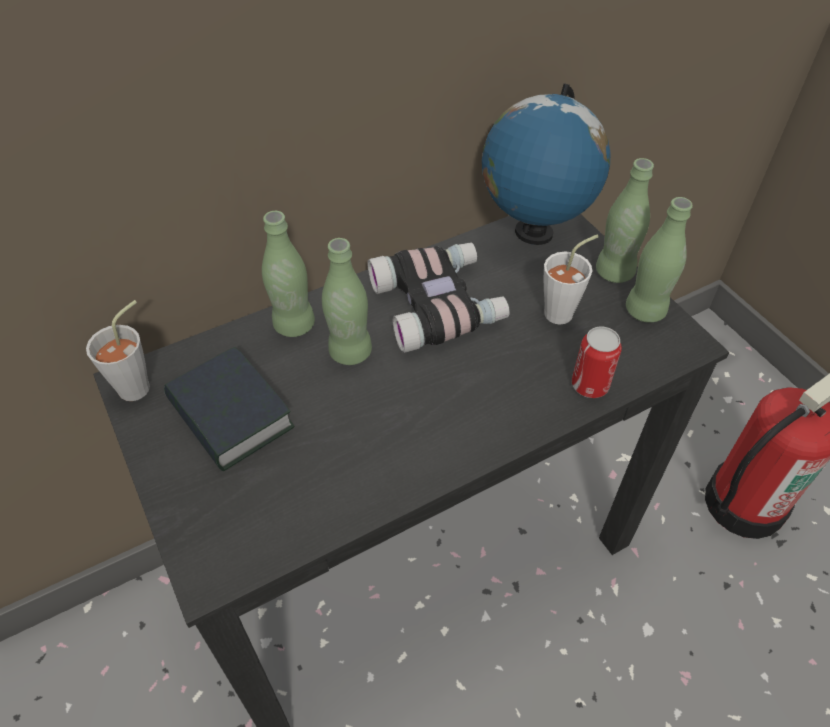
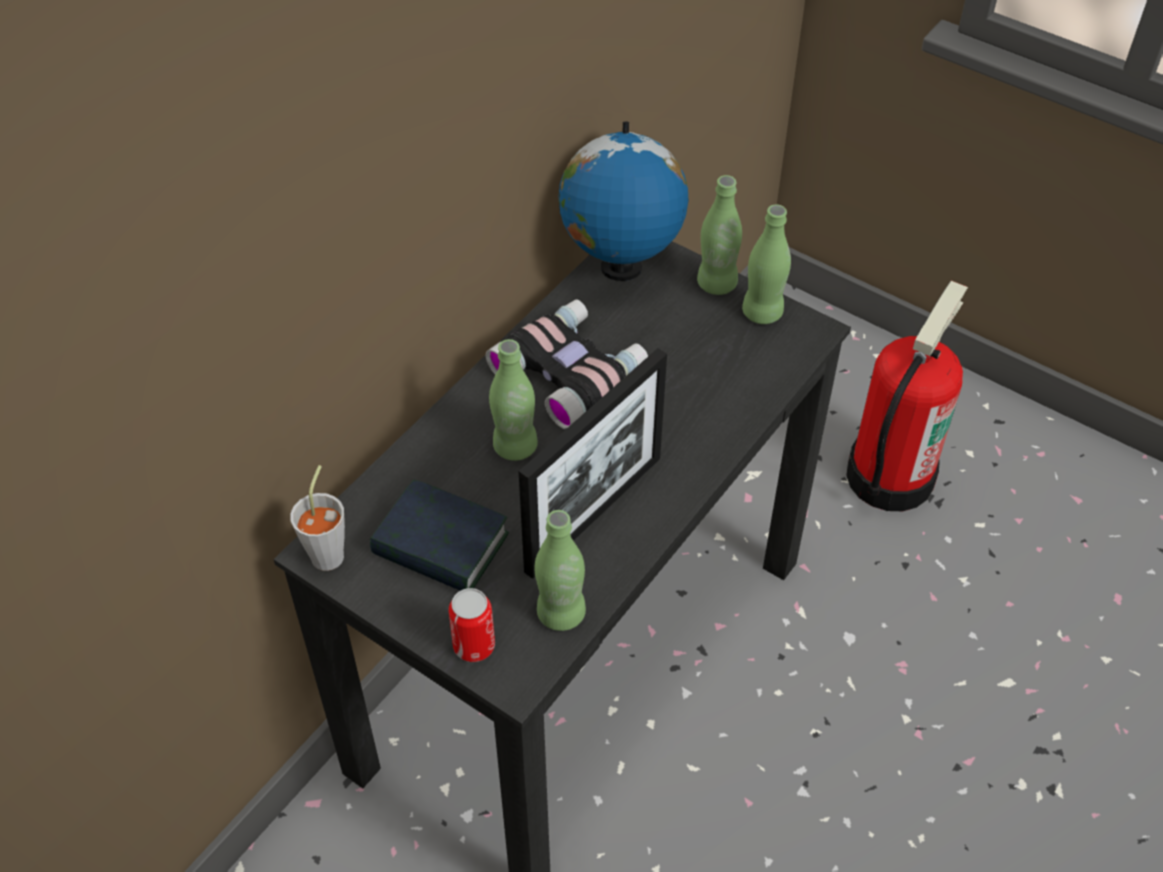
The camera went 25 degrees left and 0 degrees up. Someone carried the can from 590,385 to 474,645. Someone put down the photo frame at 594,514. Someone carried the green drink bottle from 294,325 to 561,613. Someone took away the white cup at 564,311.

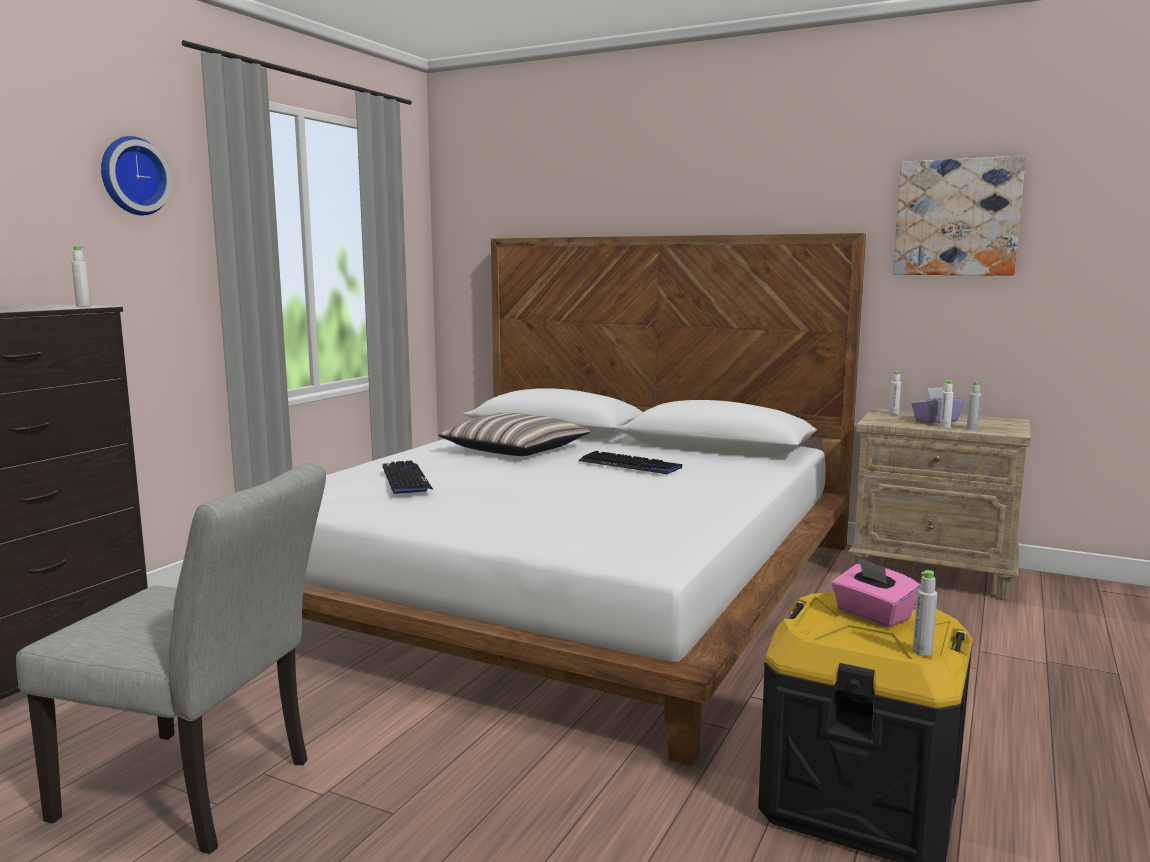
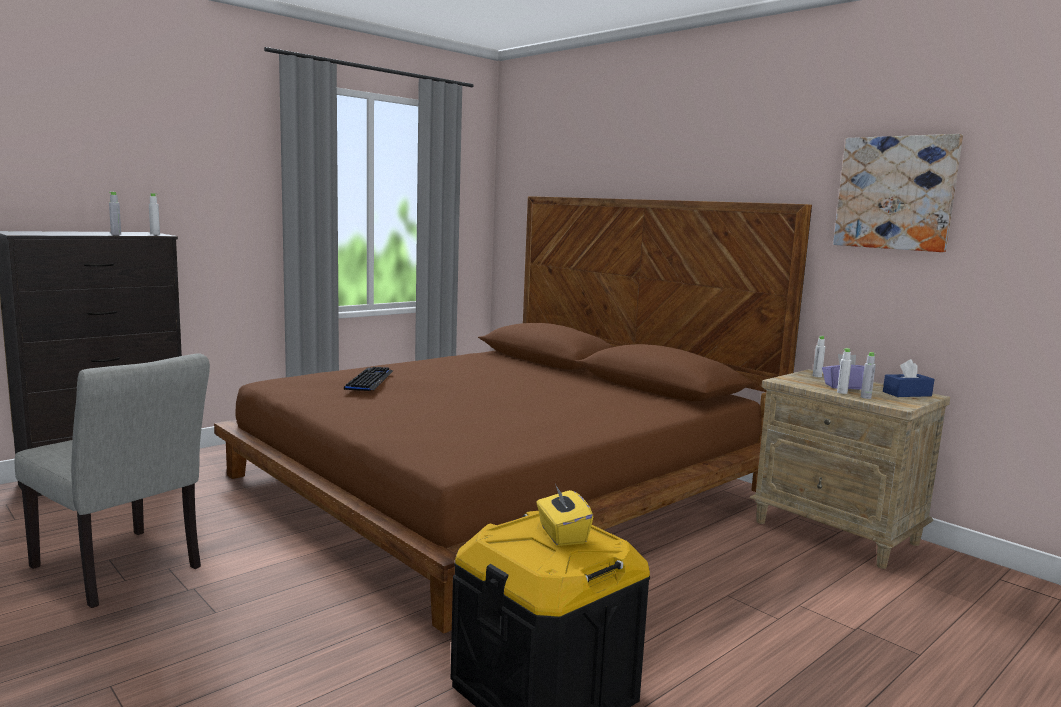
The camera went 20 degrees right and 0 degrees up. Someone carried the greyish drink bottle from 922,652 to 116,234. Someone repainted the white bed at 564,585, which became the brown-coloured bed at 499,484. Someone repainted the pinkish tissue holder at 872,615, which became the yellow-coloured tissue holder at 562,534. Someone put down the bluish tissue holder at 907,394. Someone took away the hanging clock at 132,176. Someone took away the throw pillow at 515,450. Someone took away the keyboard at 629,465.

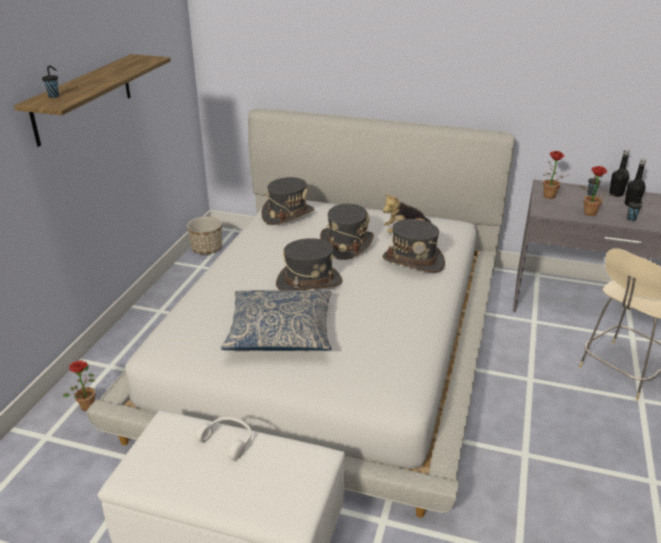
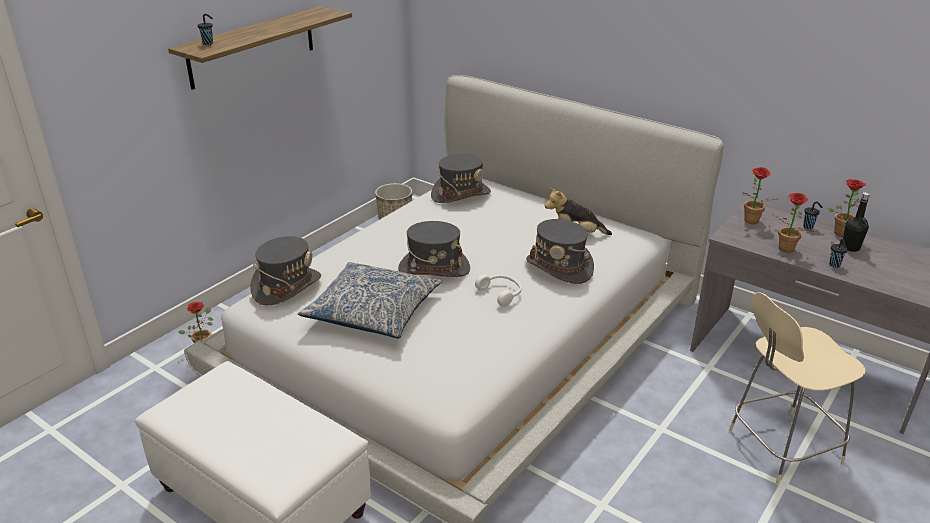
The camera went 20 degrees right and 0 degrees up. Someone carried the greyish clothing hat from 346,245 to 286,286. Someone carried the white pair of headphones from 228,440 to 501,293. Someone swapped the blackish drink bottle at 616,194 for the potted plant at 841,232.

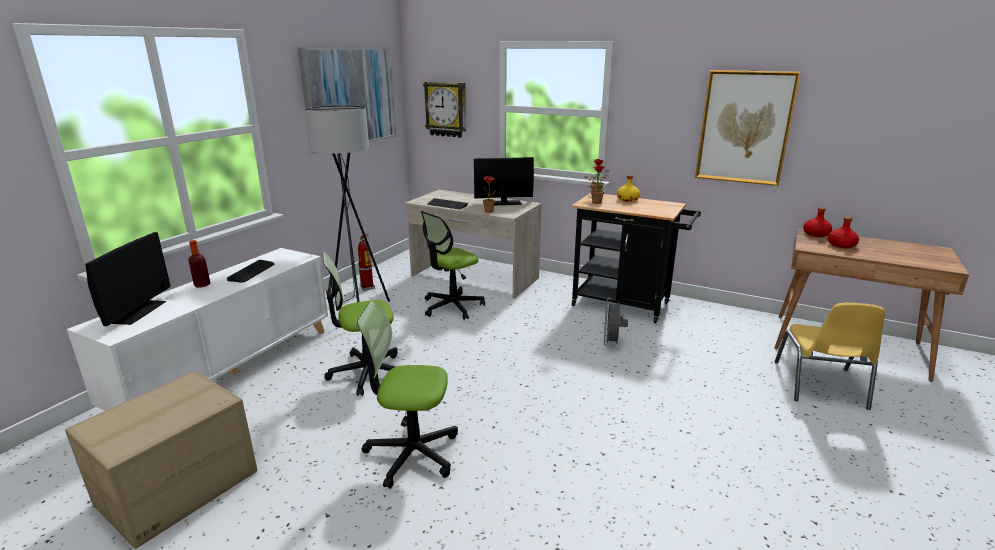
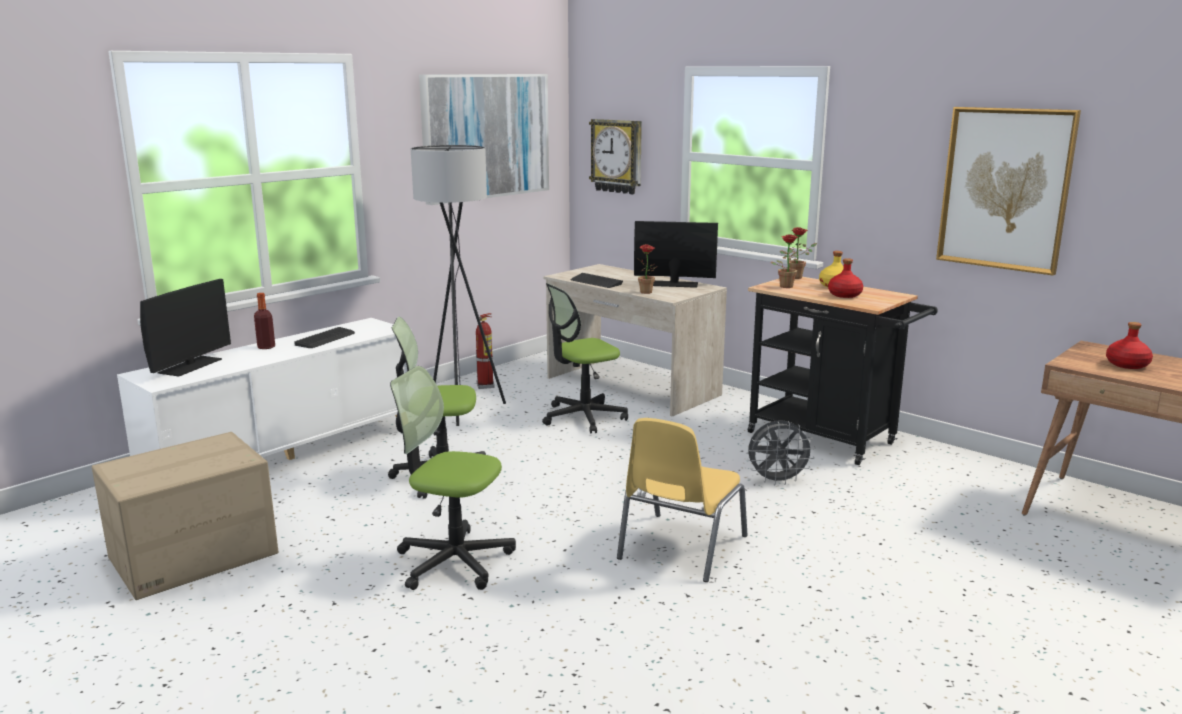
The camera went 15 degrees right and 5 degrees down. Someone carried the yellow-coloured upright chair from 820,385 to 680,548. Someone rotated the greyish electric fan at 611,343 by 120 degrees counterclockwise. Someone carried the red-coloured drink bottle from 816,234 to 845,295.

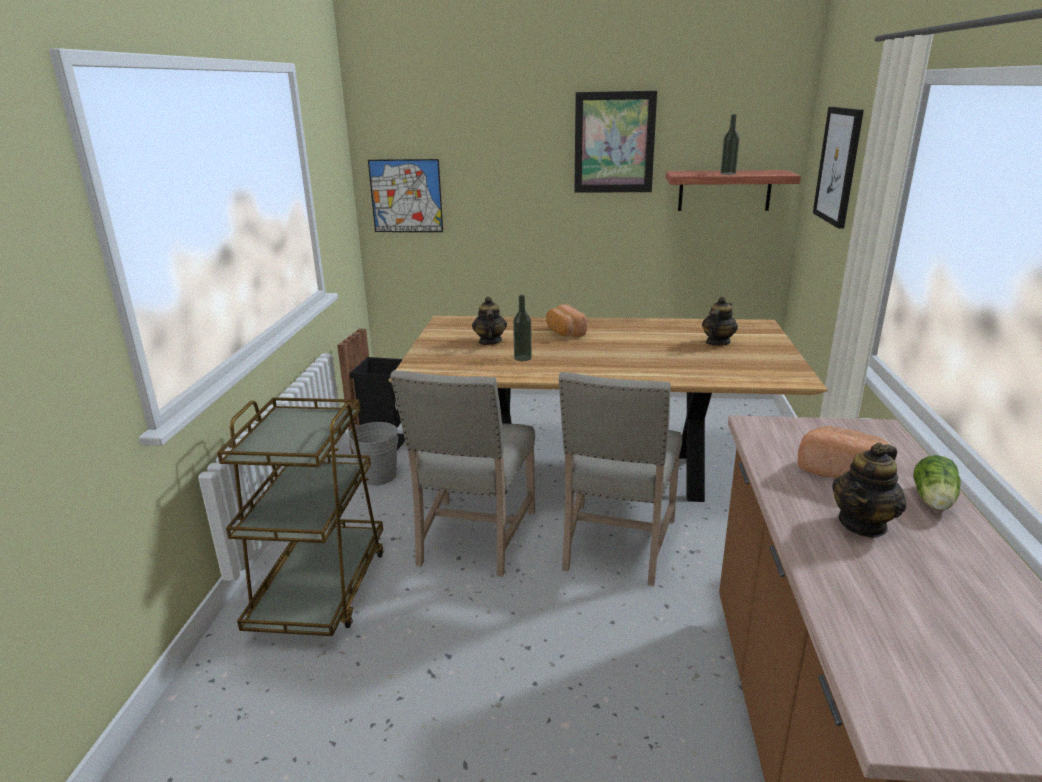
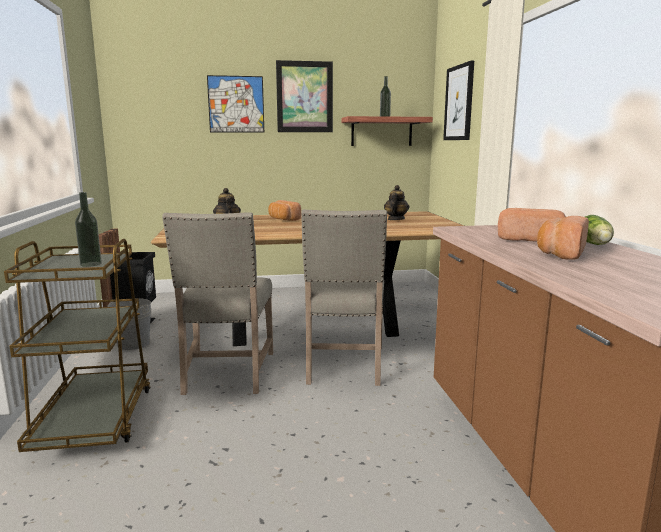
The camera went 15 degrees left and 10 degrees down. Someone carried the drink bottle from 522,358 to 91,264. Someone carried the picture from 406,196 to 236,104. Someone swapped the pot for tea at 863,524 for the baked bread at 560,253.

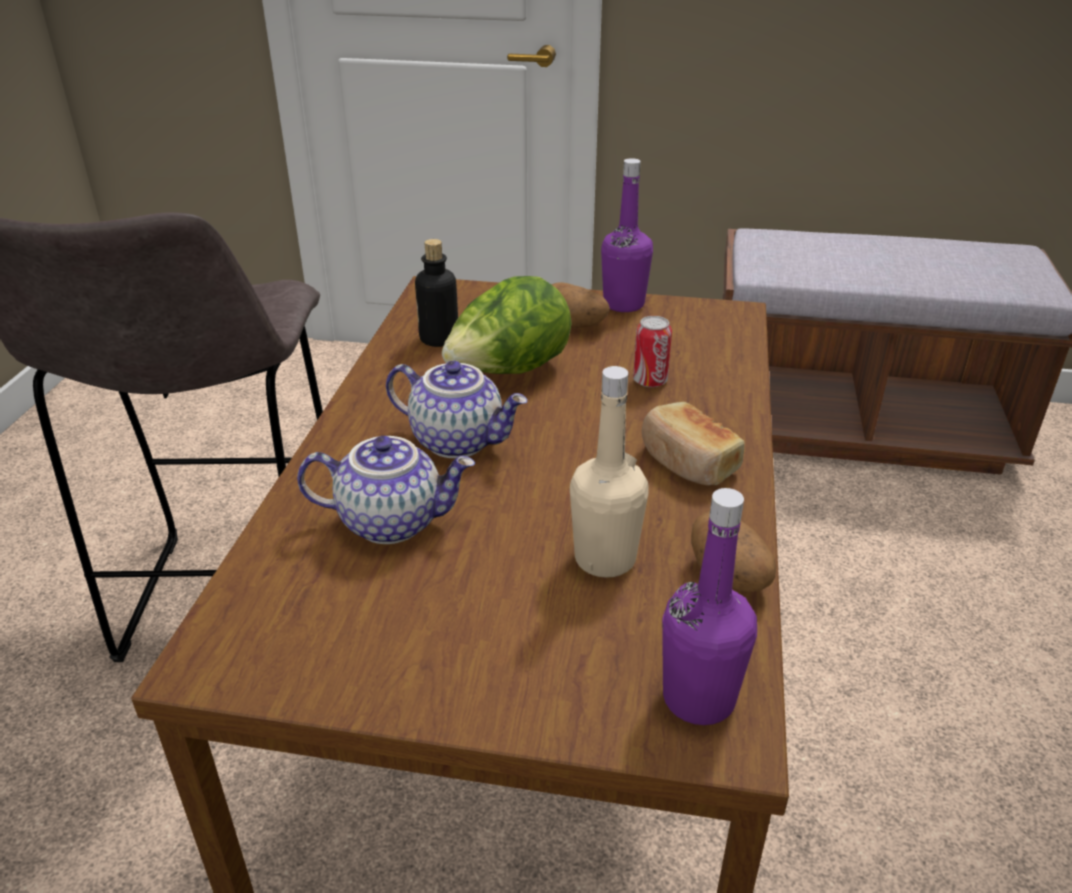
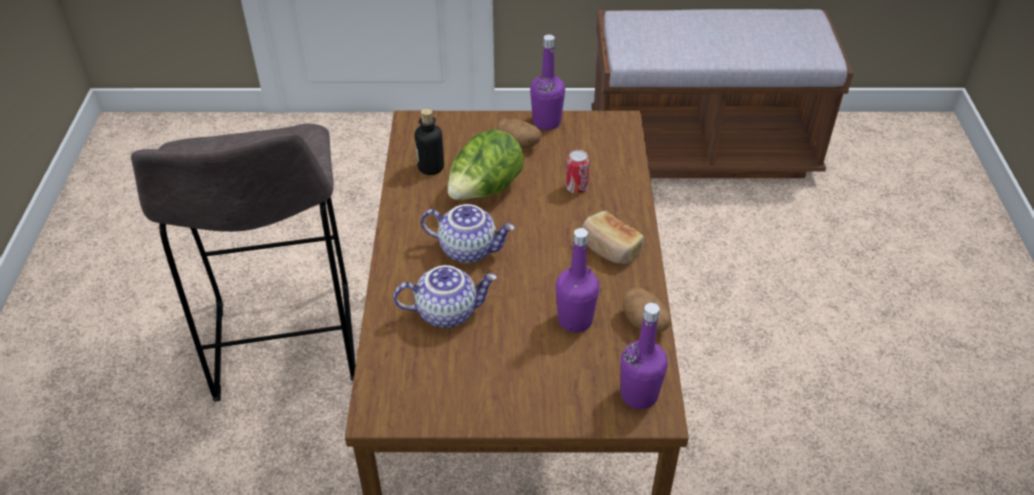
The camera went 10 degrees left and 10 degrees up. Someone repainted the sand-coloured drink bottle at 605,559, which became the purplish drink bottle at 575,320.

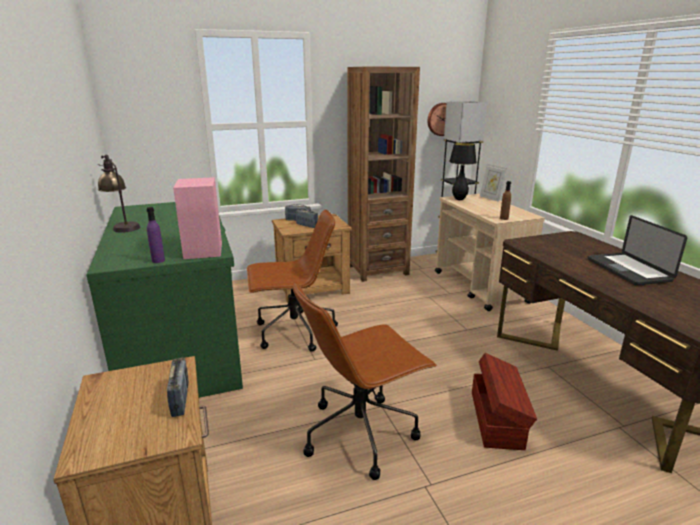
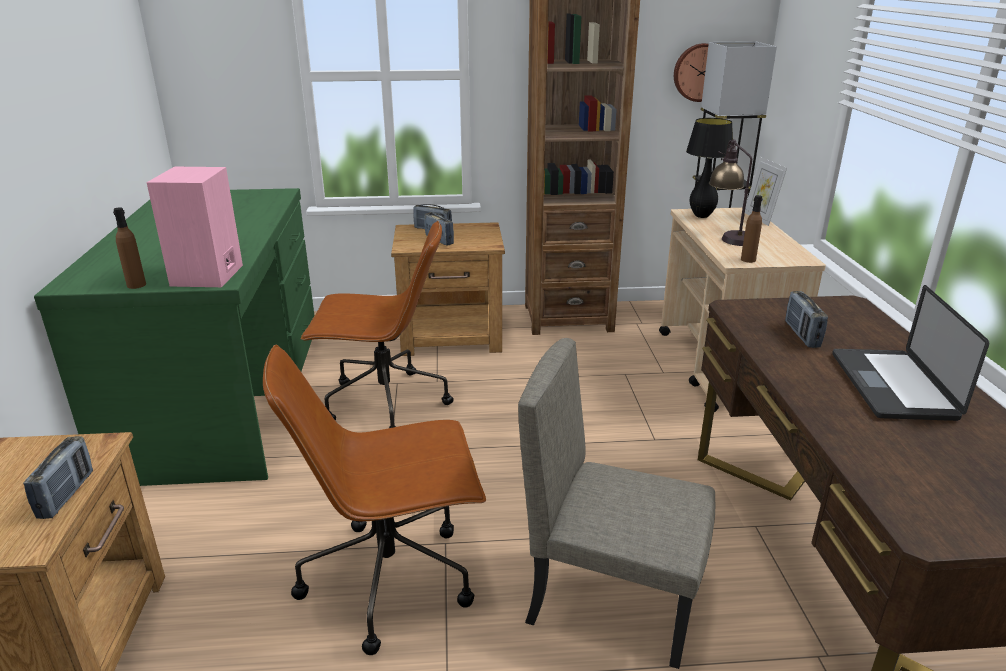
The camera went 15 degrees right and 5 degrees up. Someone repainted the purplish drink bottle at 158,260, which became the brown-coloured drink bottle at 136,285. Someone swapped the brown-coloured storage bin at 497,419 for the sand-coloured upright chair at 613,599. Someone carried the table lamp from 122,226 to 728,236. Someone put down the radio receiver at 802,335.

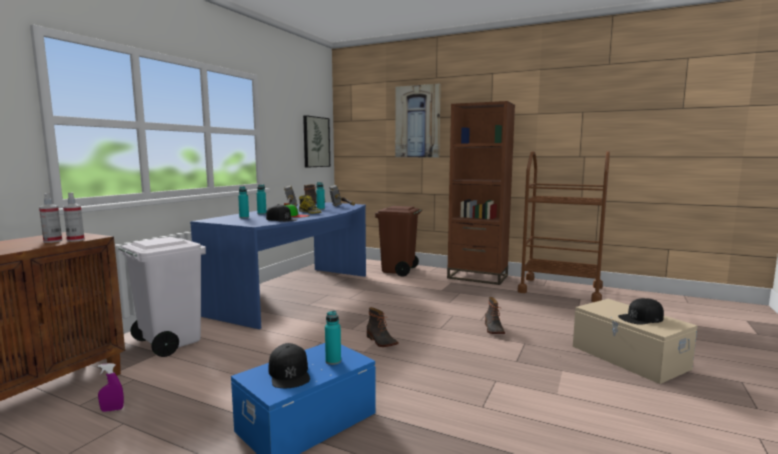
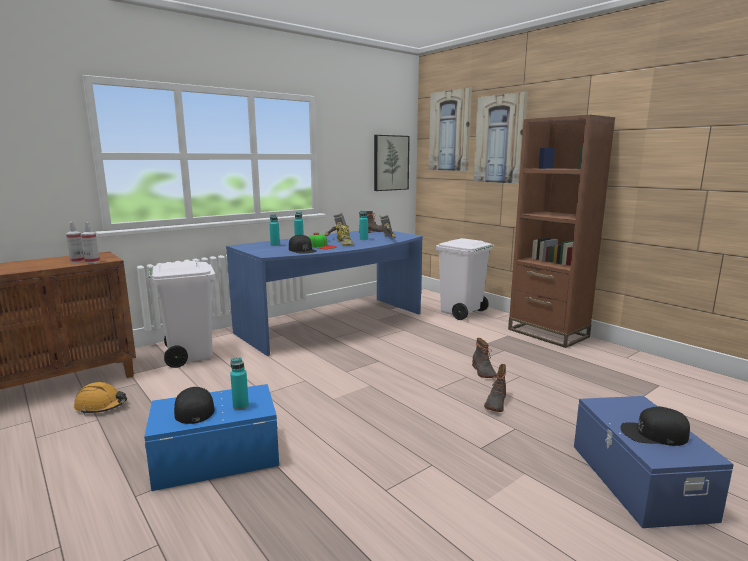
The camera went 25 degrees right and 5 degrees up. Someone swapped the purplish hand sprayer at 112,410 for the orange hard hat at 101,406. Someone rotated the blackish peaked cap at 289,373 by 150 degrees clockwise. Someone put up the picture at 450,131. Someone repainted the brown-coloured waste bin at 398,271, which became the white waste bin at 461,313. Someone carried the boot from 380,341 to 483,372. Someone repainted the sand-coloured storage bin at 628,357, which became the bluish storage bin at 637,481. Someone took away the brown-coloured trolley at 560,290.

